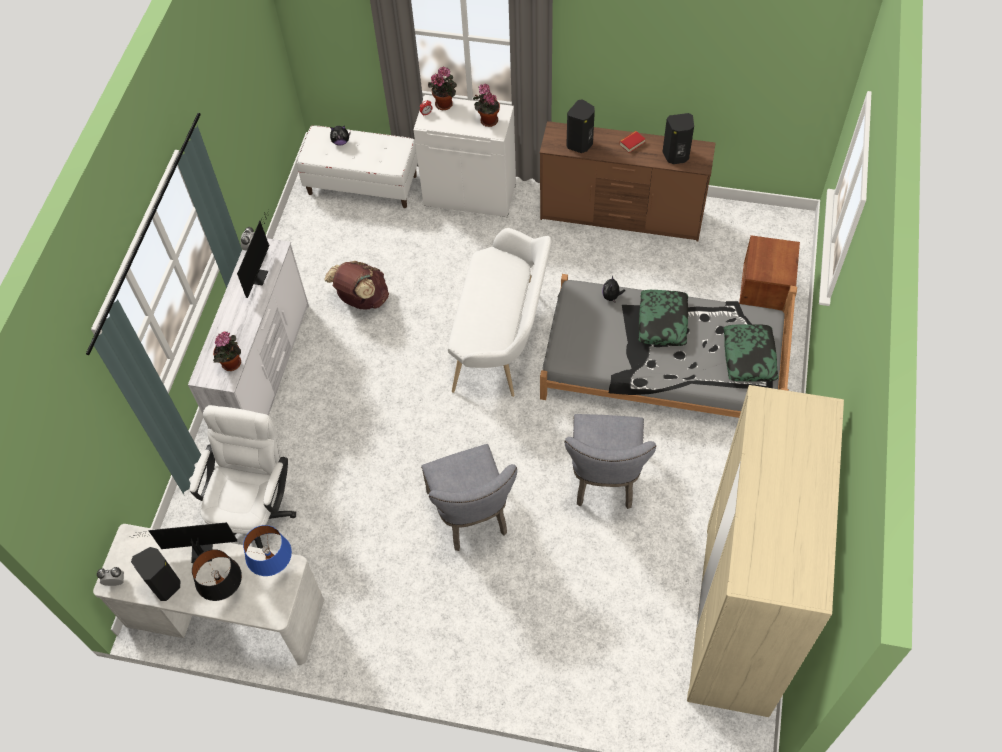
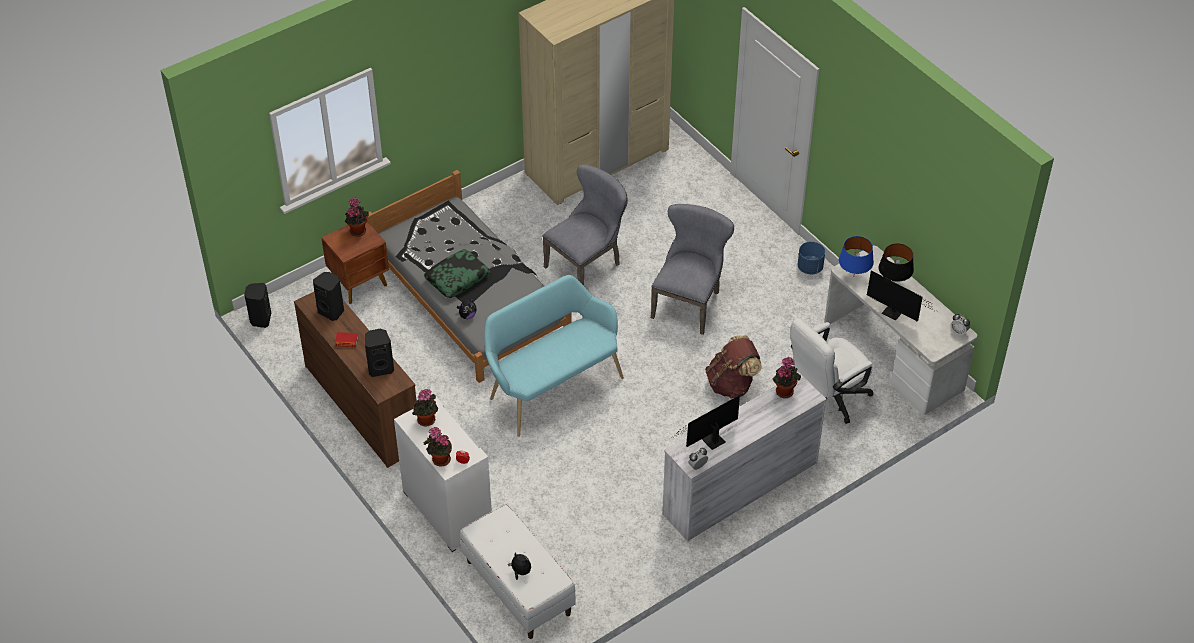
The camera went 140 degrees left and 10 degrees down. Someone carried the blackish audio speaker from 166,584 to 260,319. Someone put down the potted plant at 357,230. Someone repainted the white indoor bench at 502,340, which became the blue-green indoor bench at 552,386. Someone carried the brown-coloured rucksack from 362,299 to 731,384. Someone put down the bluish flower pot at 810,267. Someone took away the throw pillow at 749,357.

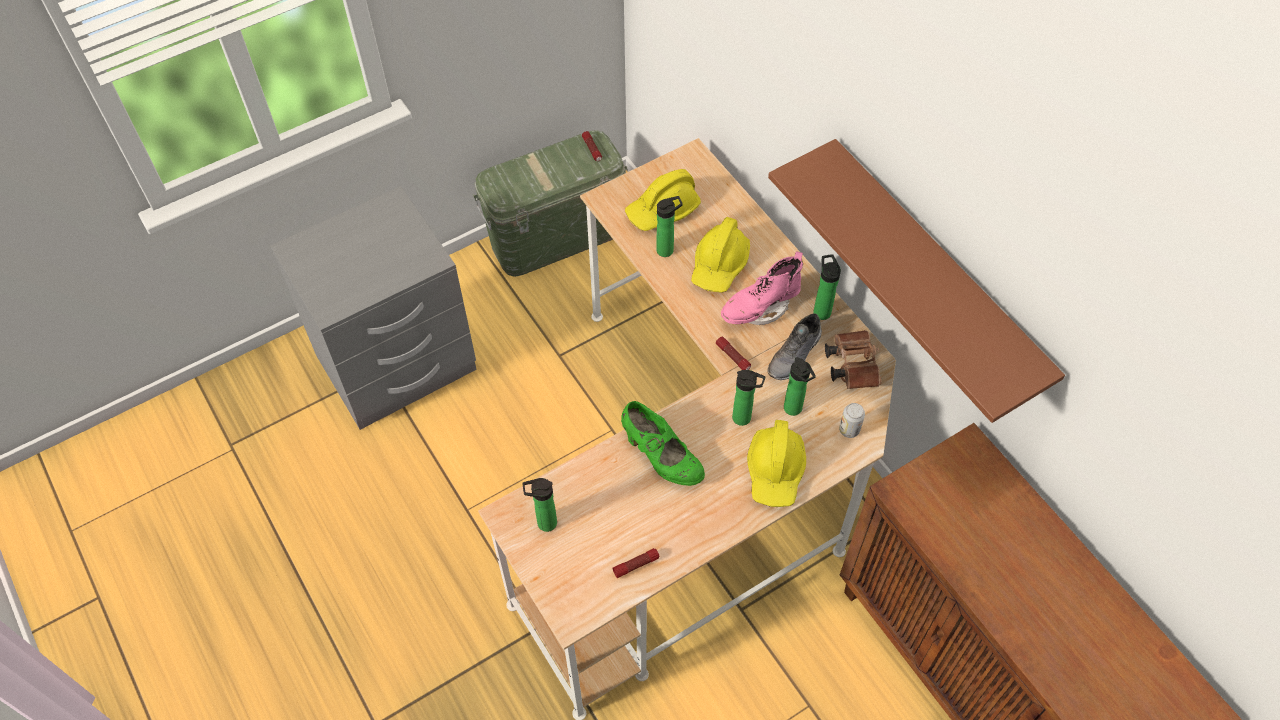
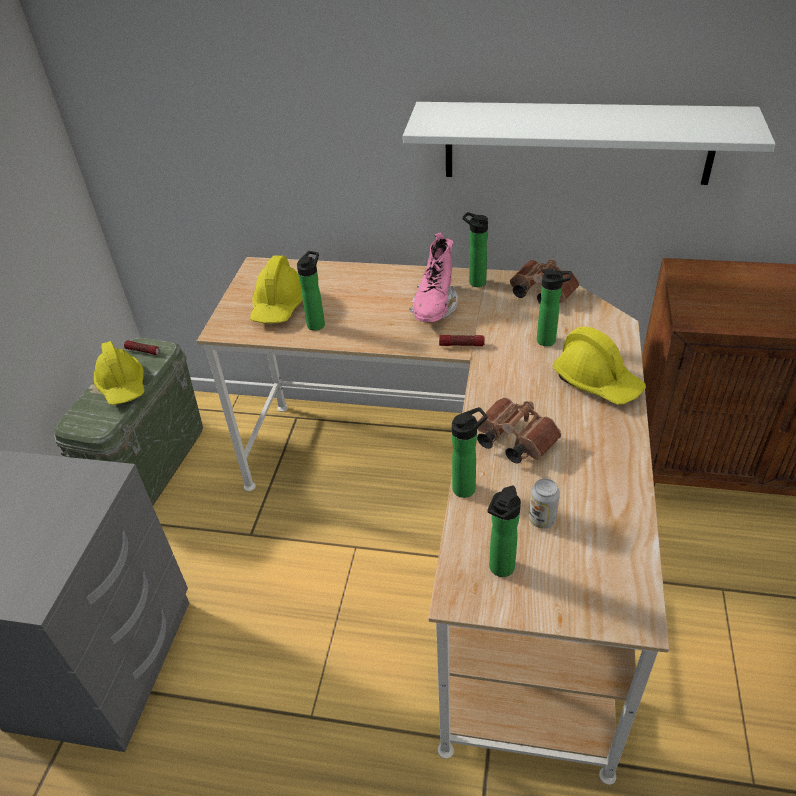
The camera went 45 degrees left and 15 degrees down. Someone carried the yellow-coloured hard hat from 719,265 to 123,385. Someone repainted the brown-coloured wall shelf at 934,274, which became the white wall shelf at 577,143. Someone carried the drink bottle from 744,418 to 467,487. Someone swapped the green low shoe at 661,457 for the brown-coloured field glasses at 512,440. Someone carried the can from 849,430 to 542,519. Someone took away the flashlight at 636,565. Someone took away the greyish low shoe at 795,355.

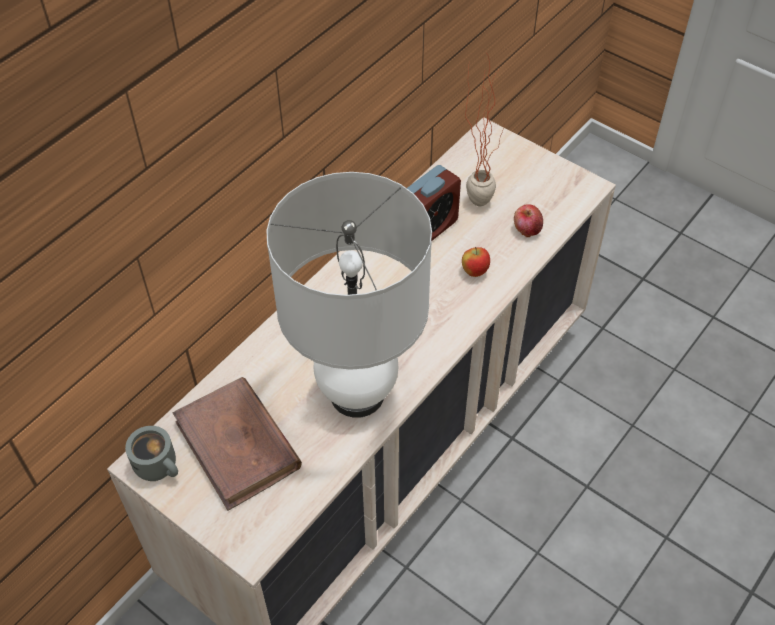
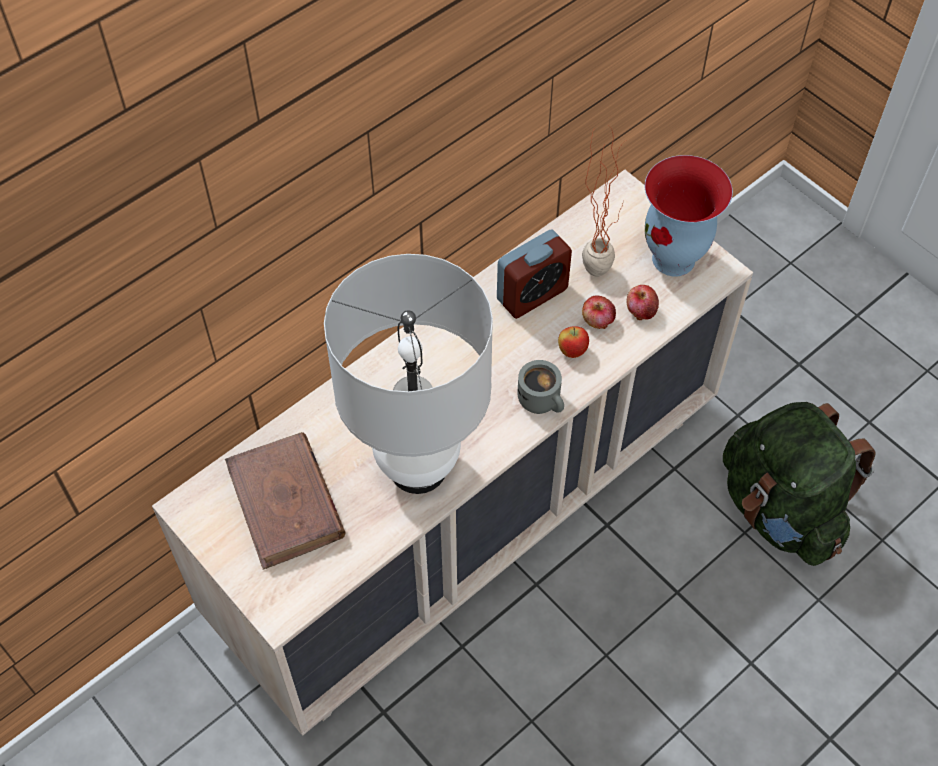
The camera went 10 degrees right and 5 degrees up. Someone carried the greyish coffee mug from 160,465 to 542,400. Someone put down the apple at 597,320. Someone put down the flower vase at 675,259. Someone put down the green rucksack at 781,510.

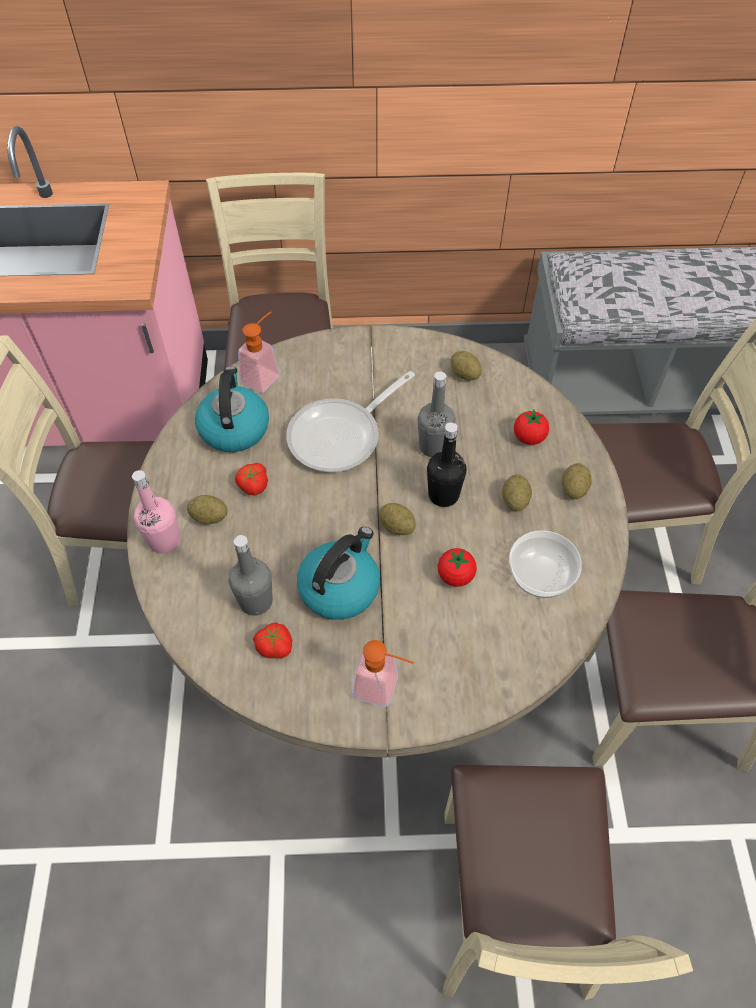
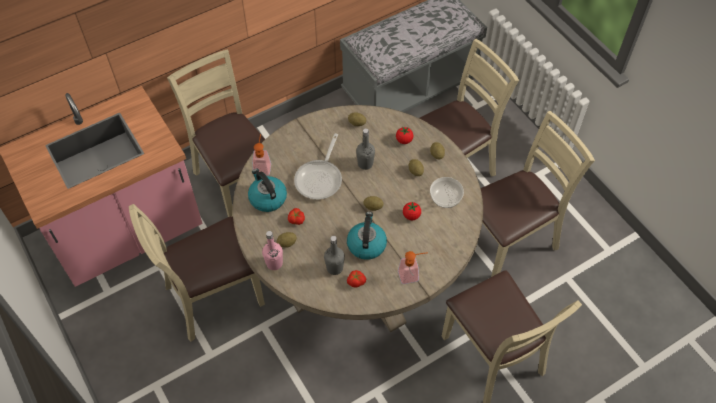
The camera went 30 degrees left and 0 degrees up. Someone took away the blackish drink bottle at 443,495.

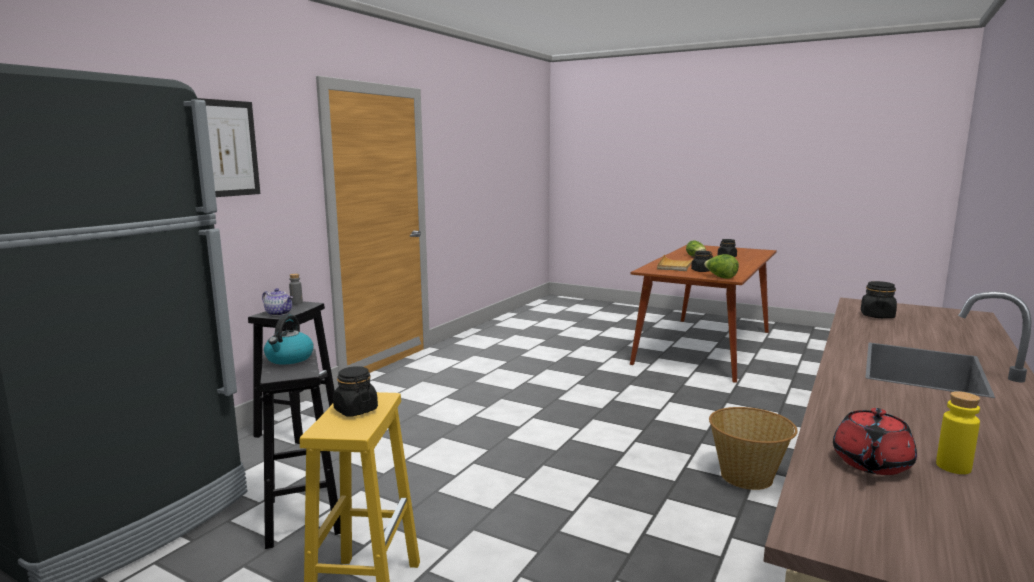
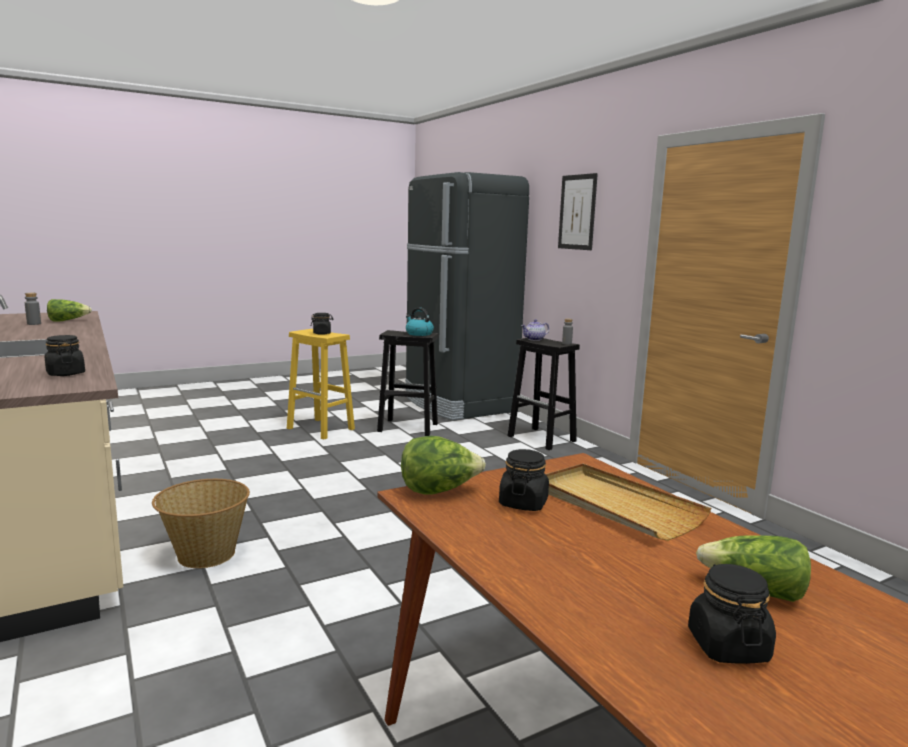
The camera went 120 degrees right and 0 degrees up. Someone repainted the yellow-coloured drink bottle at 953,467, which became the greyish drink bottle at 34,324. Someone swapped the red-coloured pot for tea at 871,463 for the lettuce head at 68,321.

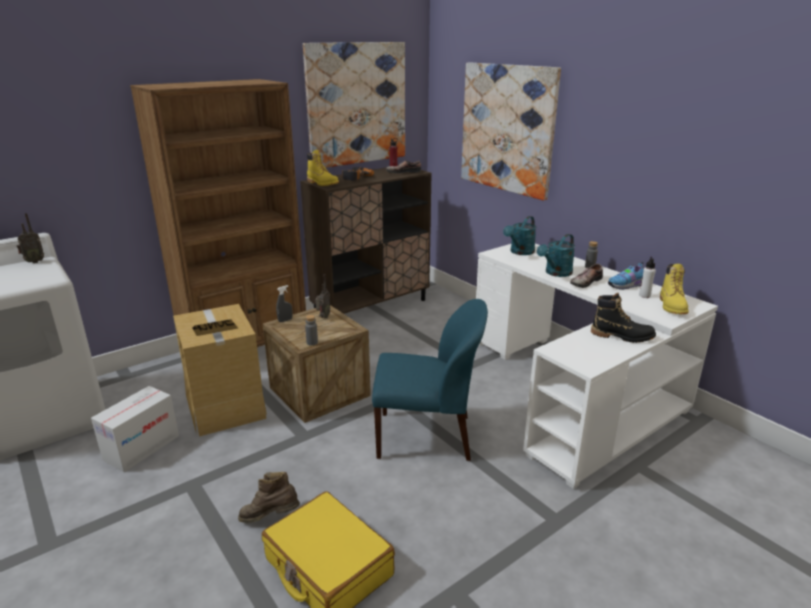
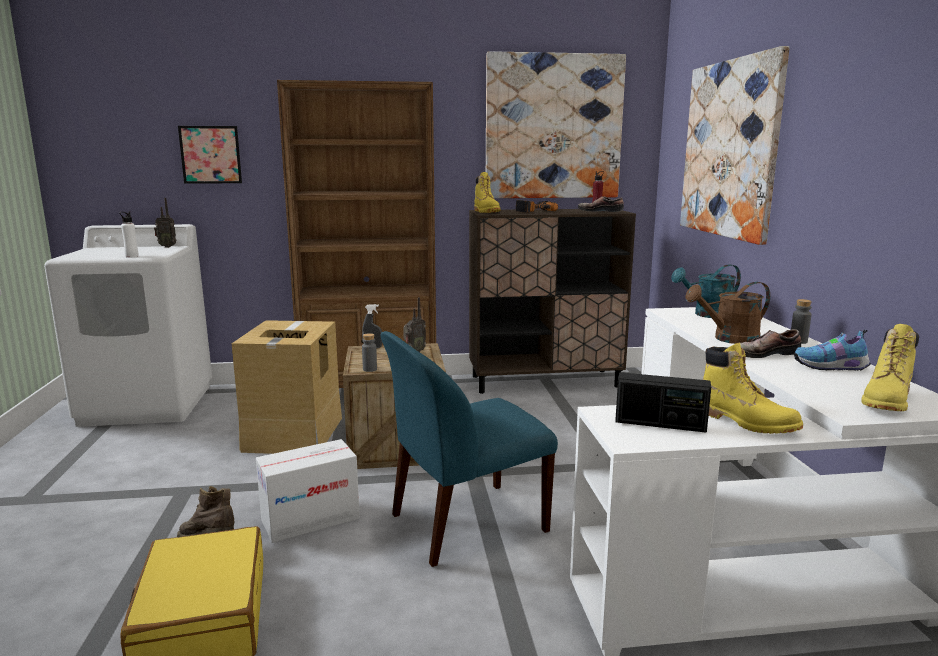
The camera went 30 degrees right and 10 degrees down. Someone carried the white drink bottle from 644,296 to 131,256. Someone put up the picture at 210,155. Someone carried the carton from 142,448 to 310,519. Someone rotated the bluish upright chair at 427,436 by 120 degrees clockwise. Someone put down the radio receiver at 660,424. Someone repainted the blue-green sprinkling can at 556,273, which became the brown-coloured sprinkling can at 729,339. Someone repainted the blackish boot at 622,336, which became the yellow-coloured boot at 746,422.

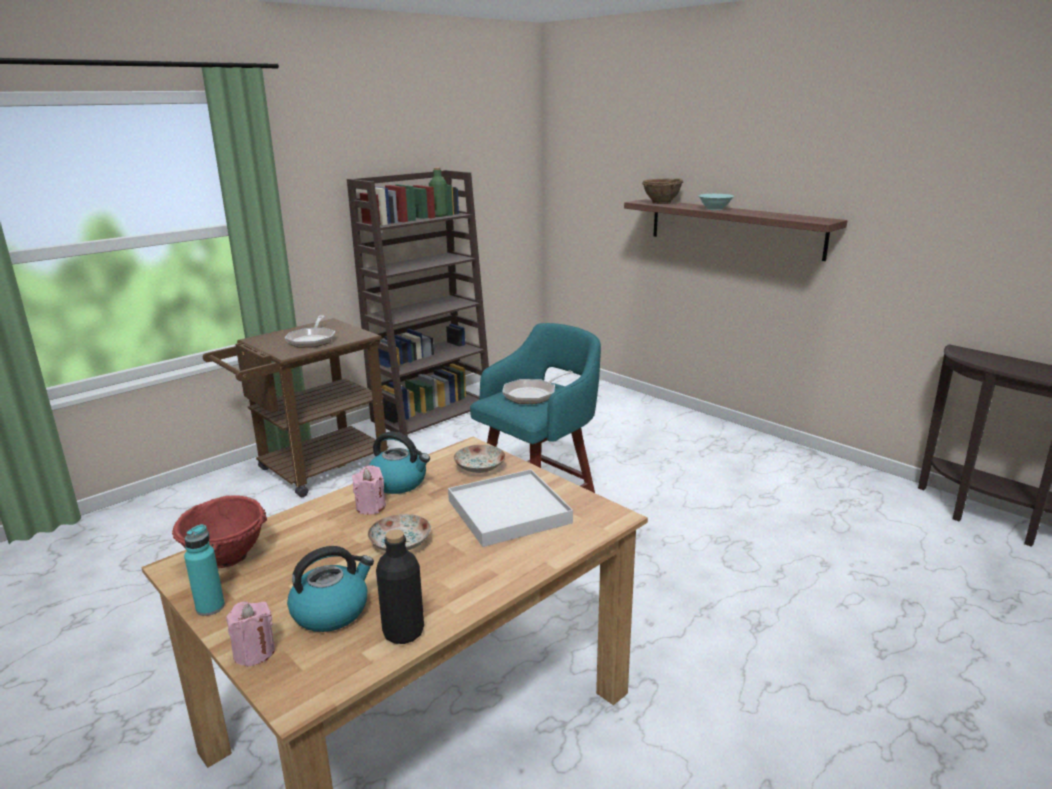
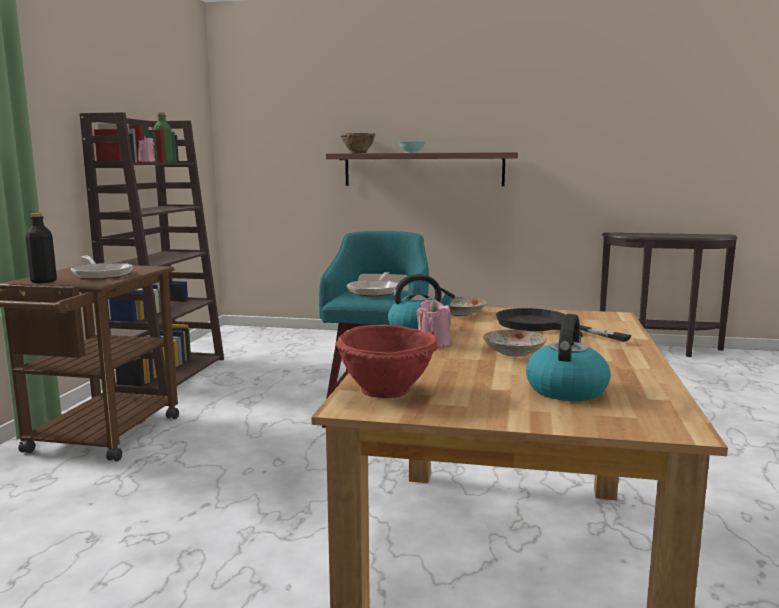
The camera went 35 degrees left and 10 degrees down. Someone carried the blackish drink bottle from 403,632 to 43,281. Someone carried the pinkish candle from 254,652 to 146,162. Someone swapped the white carrying tray at 508,511 for the blackish frying pan at 543,326. Someone took away the blue-green drink bottle at 210,607.

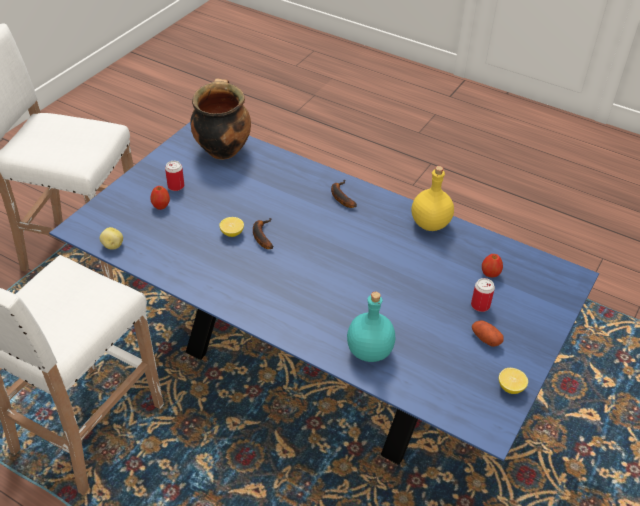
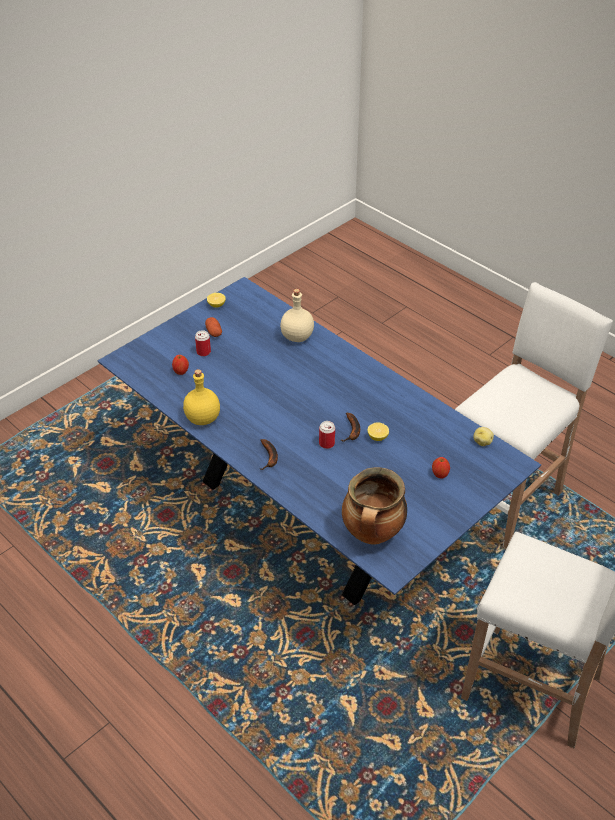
The camera went 165 degrees left and 0 degrees up. Someone repainted the blue-green drink bottle at 370,351, which became the sand-coloured drink bottle at 296,336. Someone carried the can from 176,186 to 326,443.

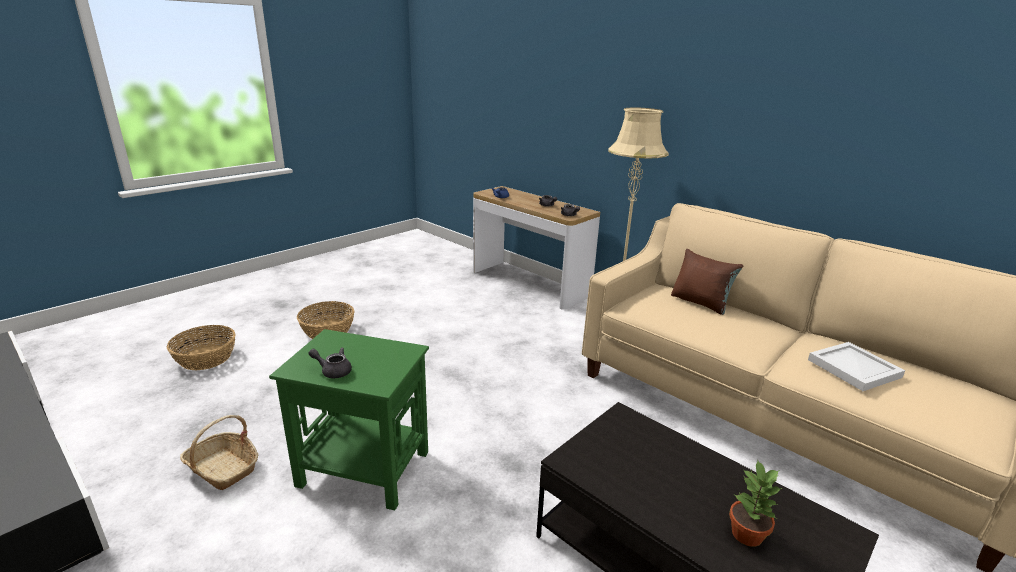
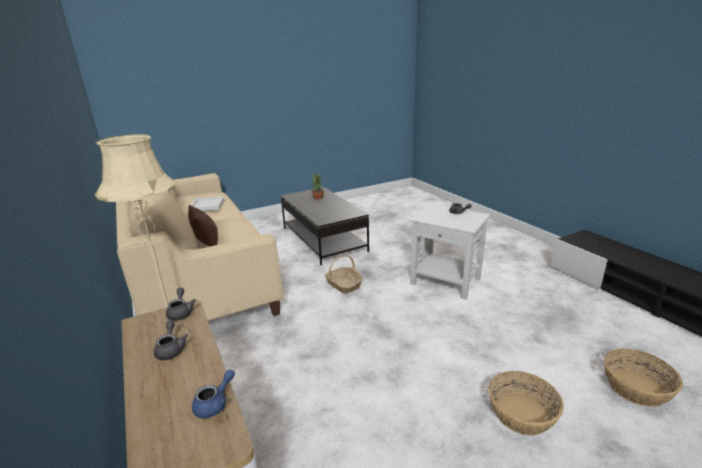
The camera went 160 degrees left and 0 degrees up. Someone carried the basket from 223,469 to 343,284. Someone repainted the green accent table at 362,468, which became the white accent table at 446,281.

